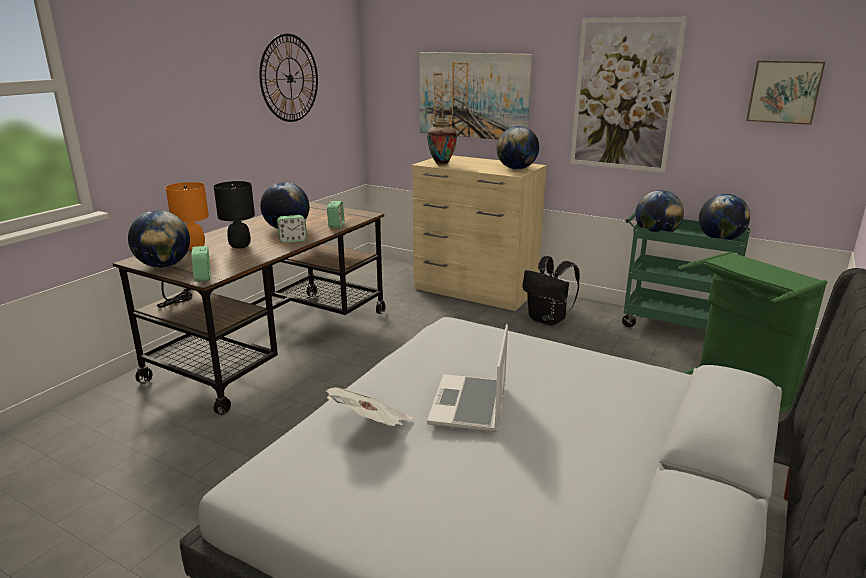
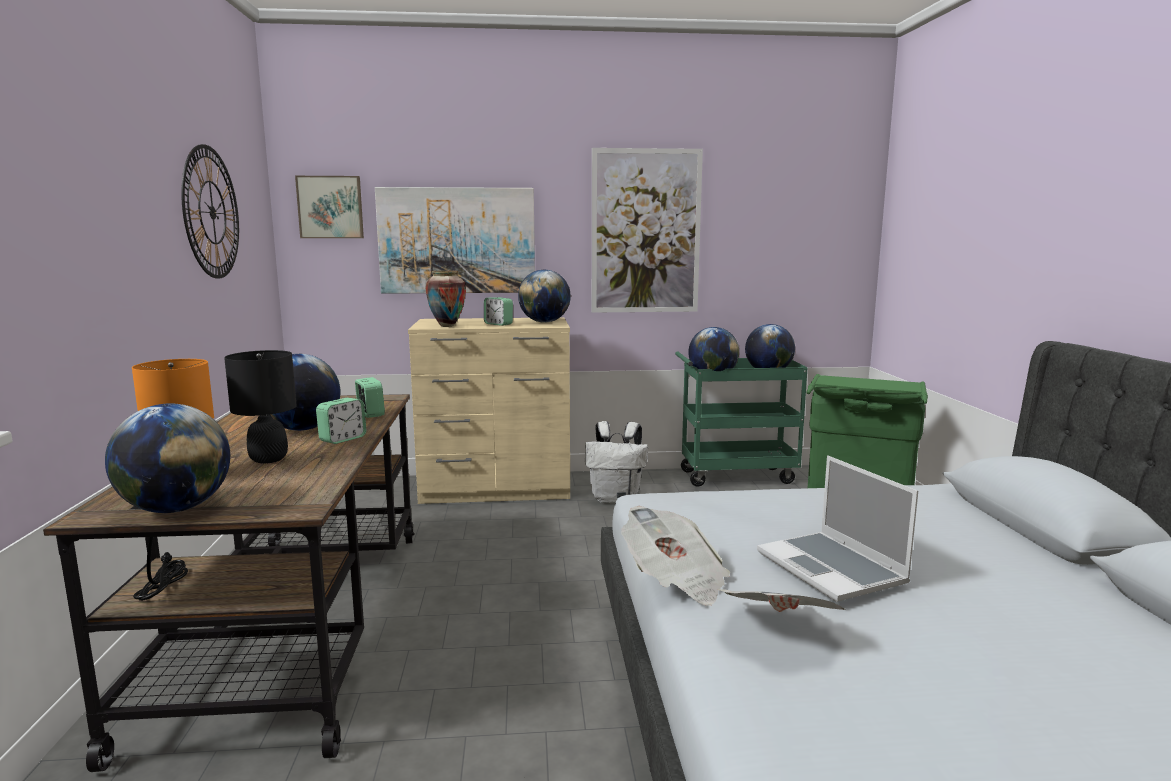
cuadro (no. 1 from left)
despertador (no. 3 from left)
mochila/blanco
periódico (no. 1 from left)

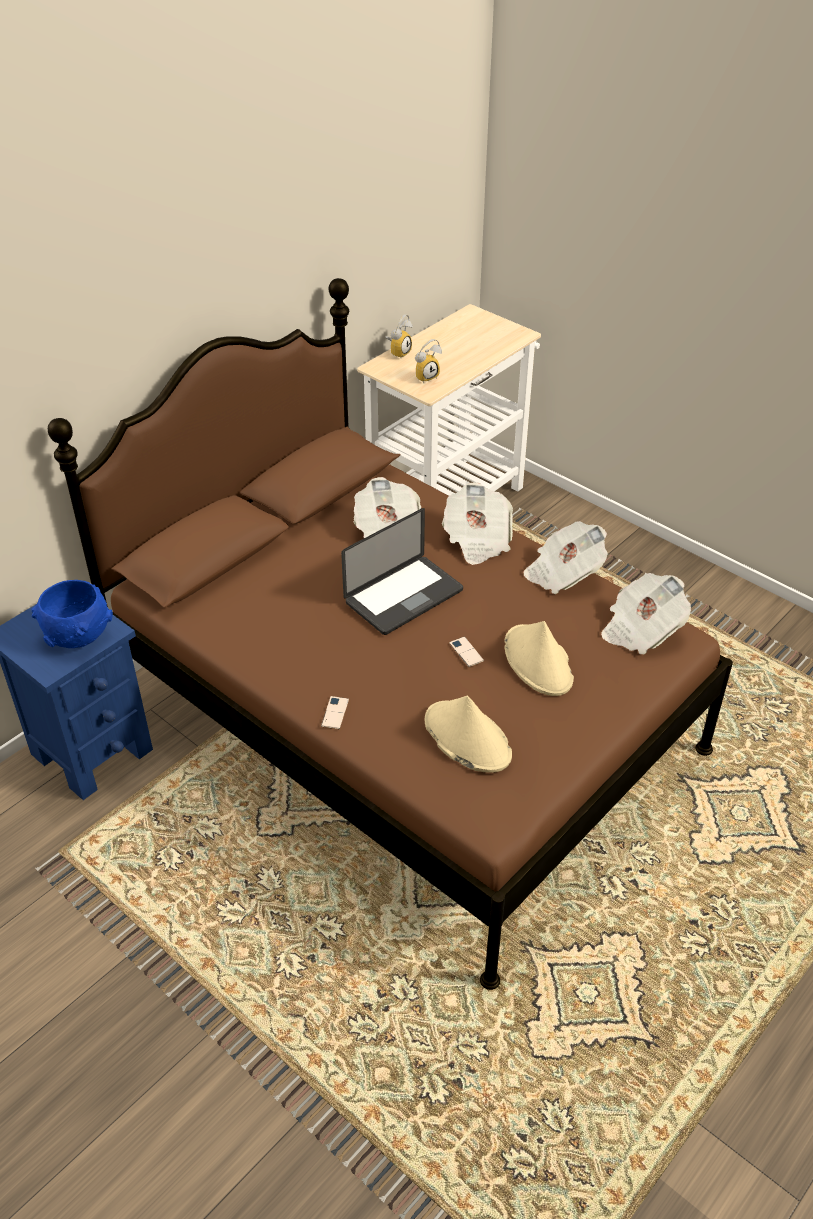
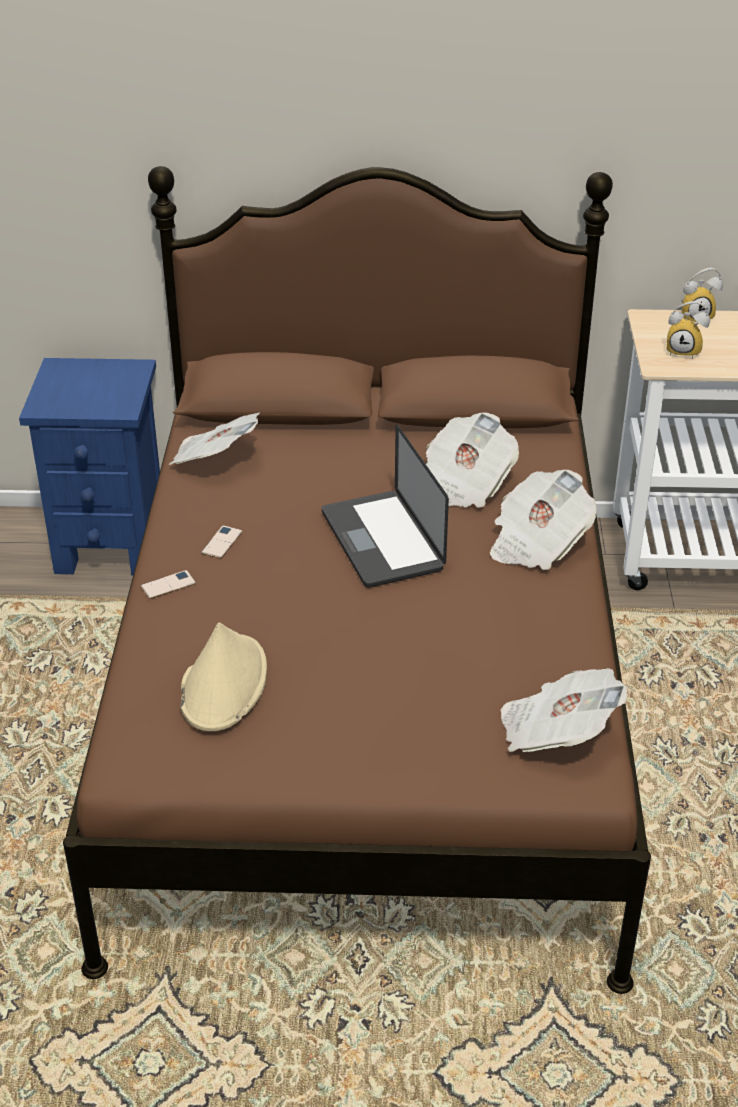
portátil
periódico (no. 1 from left)
cuenco/azul
sombrero/beis (no. 2 from left in the first image)
móvil (no. 2 from left)

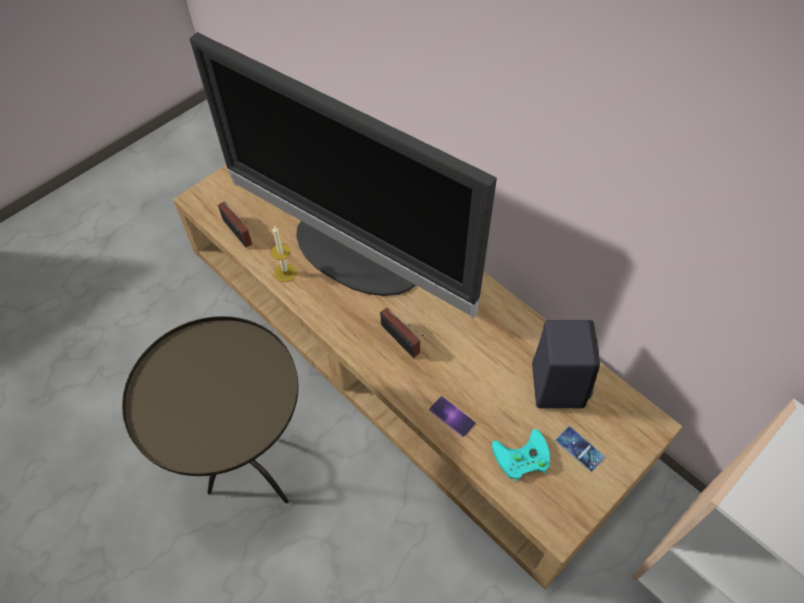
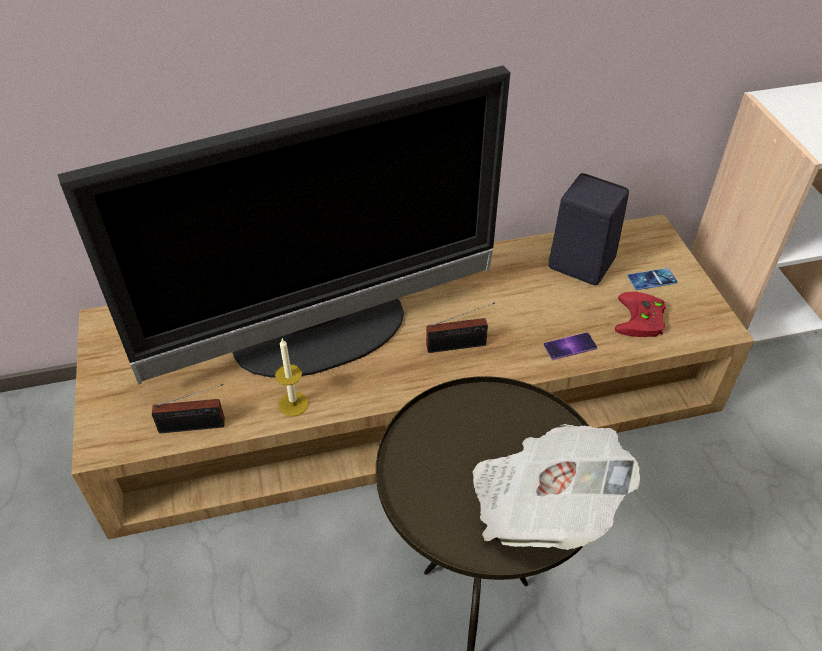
mando de consola/rojo
periódico

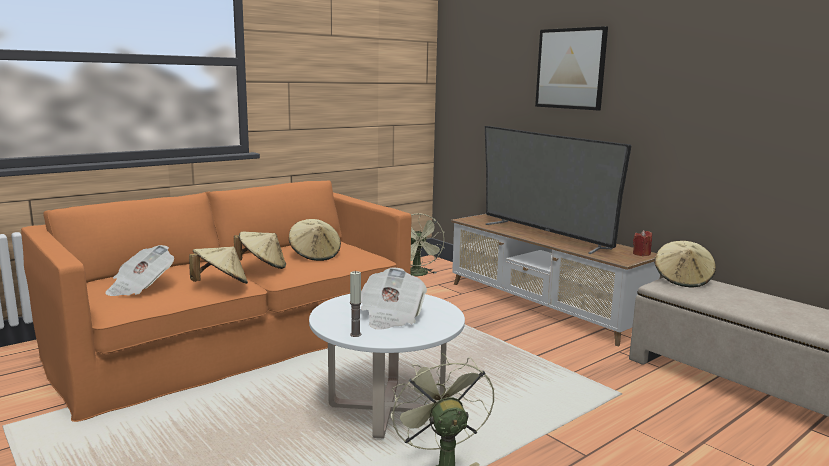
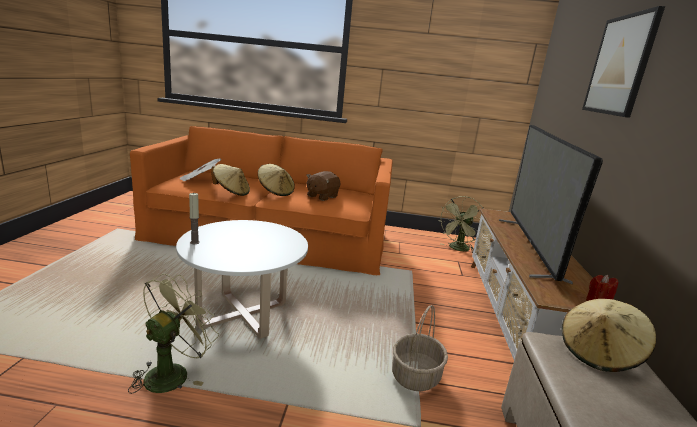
peluche/marrón
periódico (no. 2 from left in the first image)
cesta

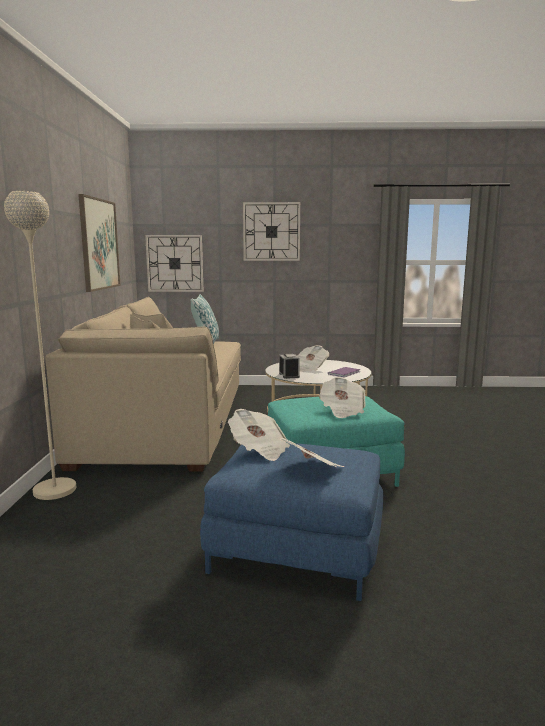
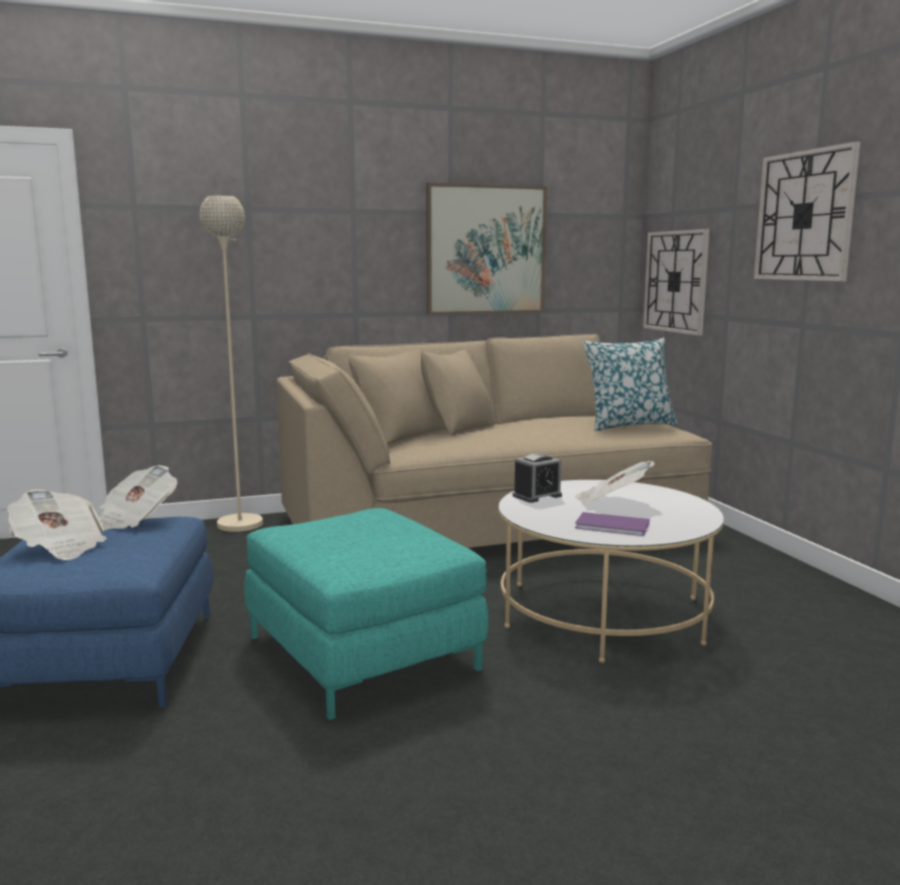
periódico (no. 4 from left in the first image)

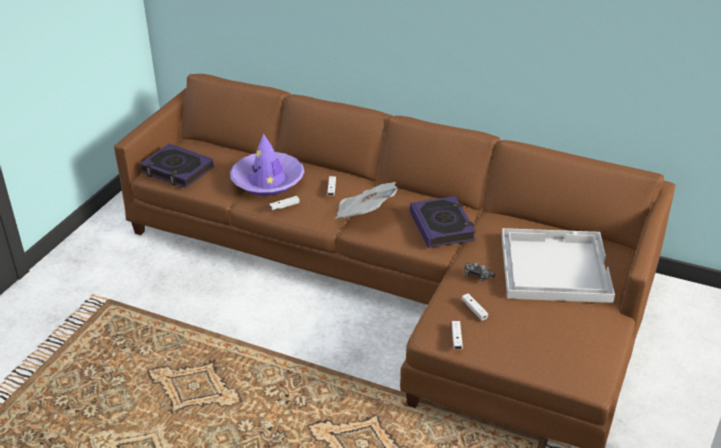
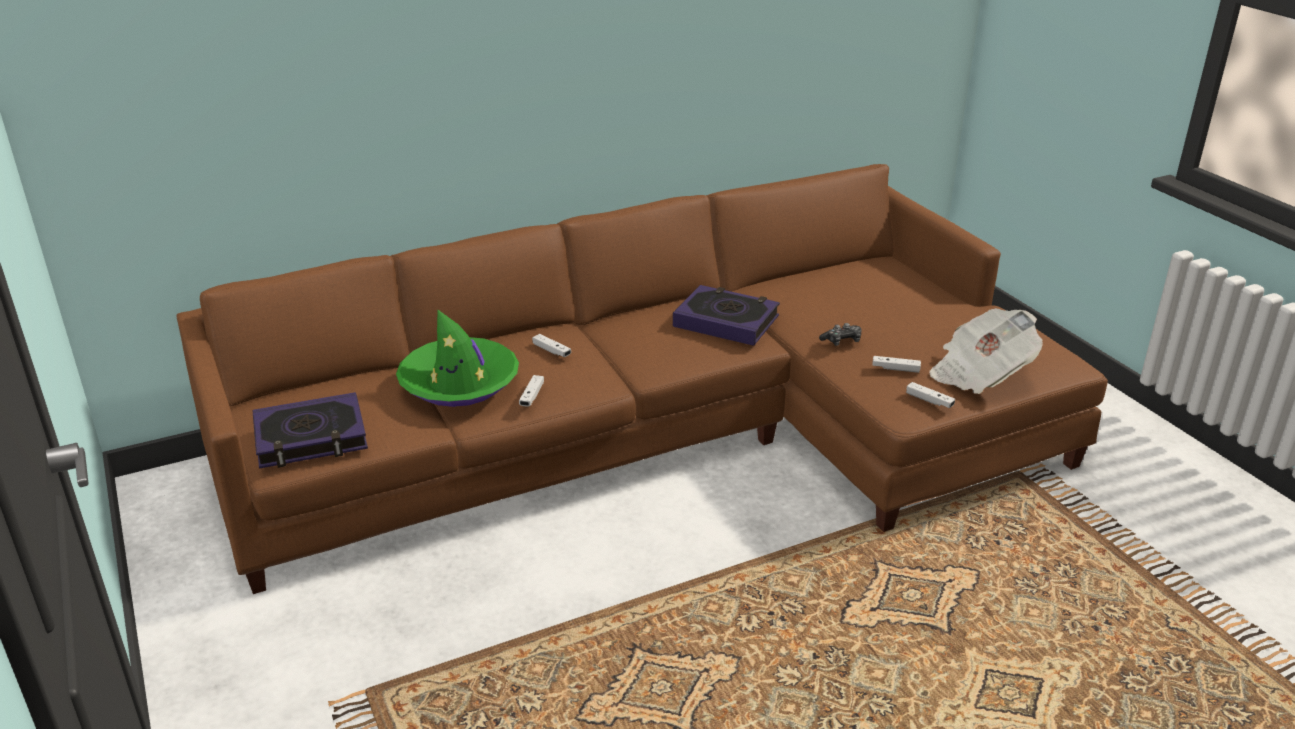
sombrero/verde
periódico
bandeja/blanco

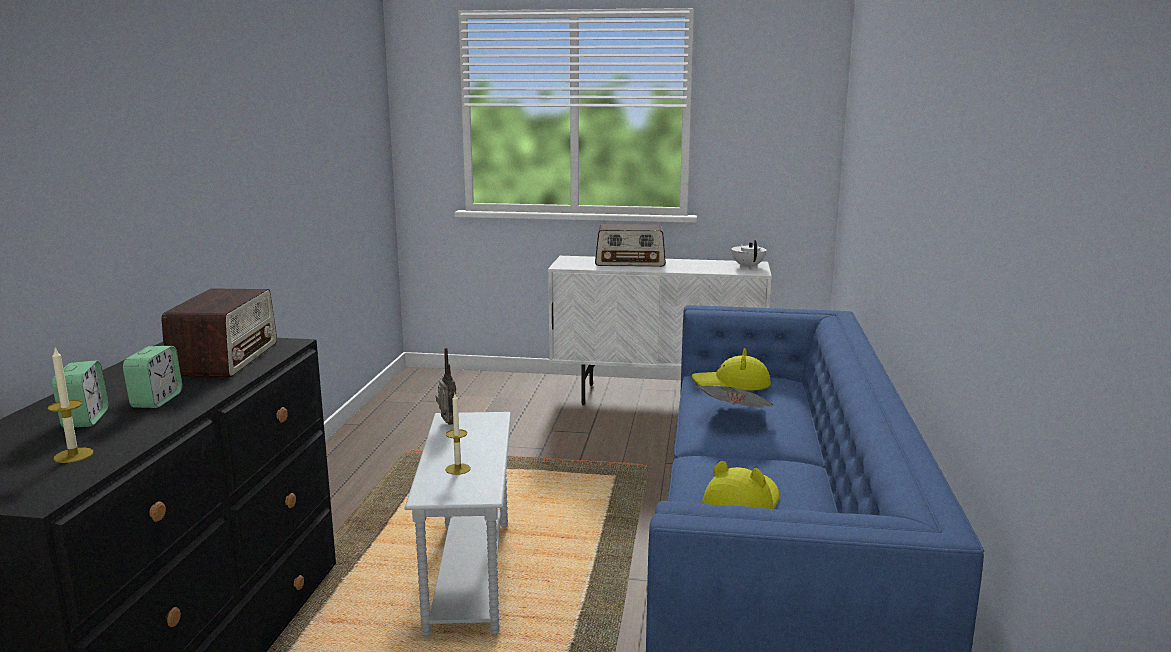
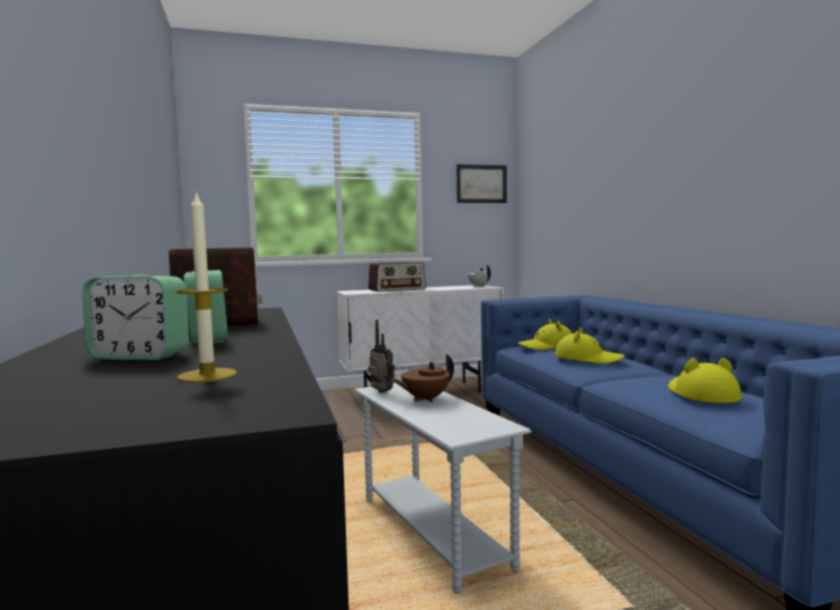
despertador (no. 1 from left)
sombrero/amarillo (no. 2 from left)
vela (no. 2 from left in the first image)
cuadro
tetera/marrón

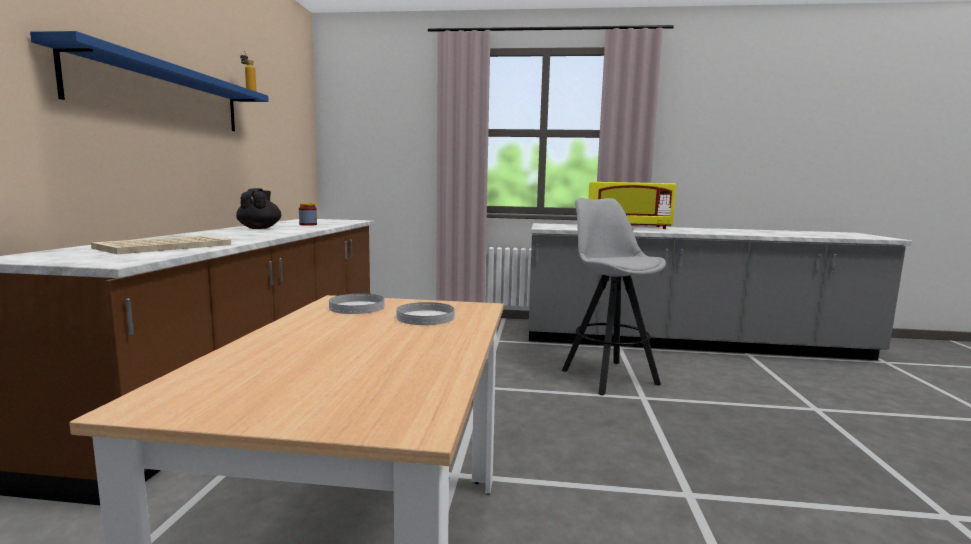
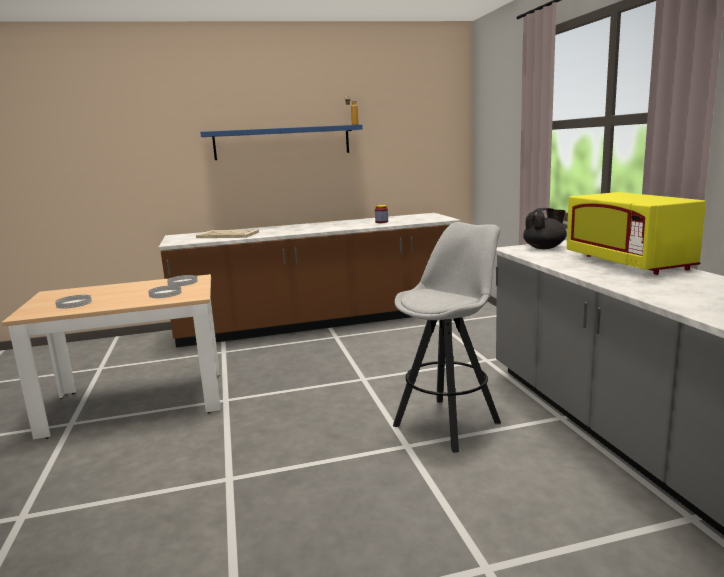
tetera/negro
plato/blanco (no. 1 from left)

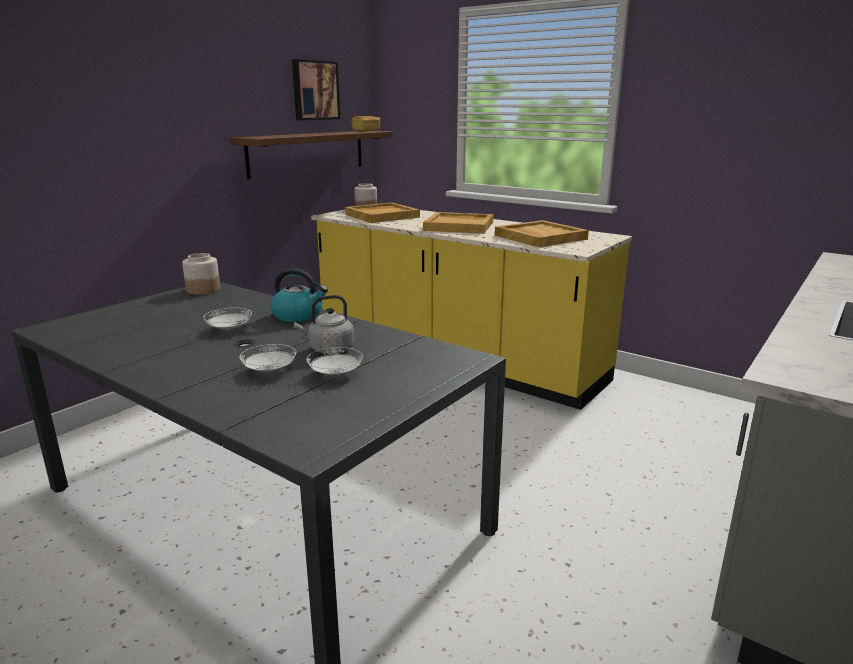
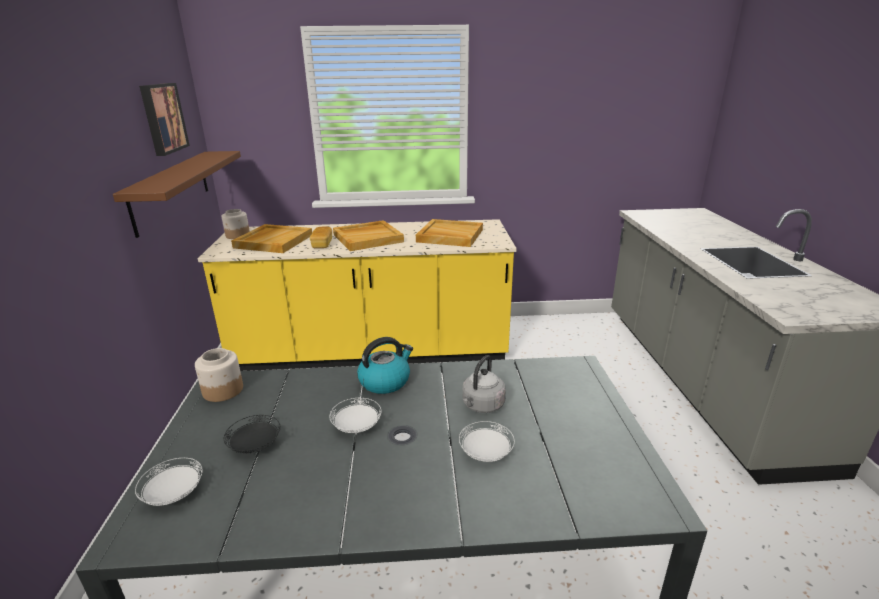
pan
plato/blanco (no. 1 from left)
plato/negro

